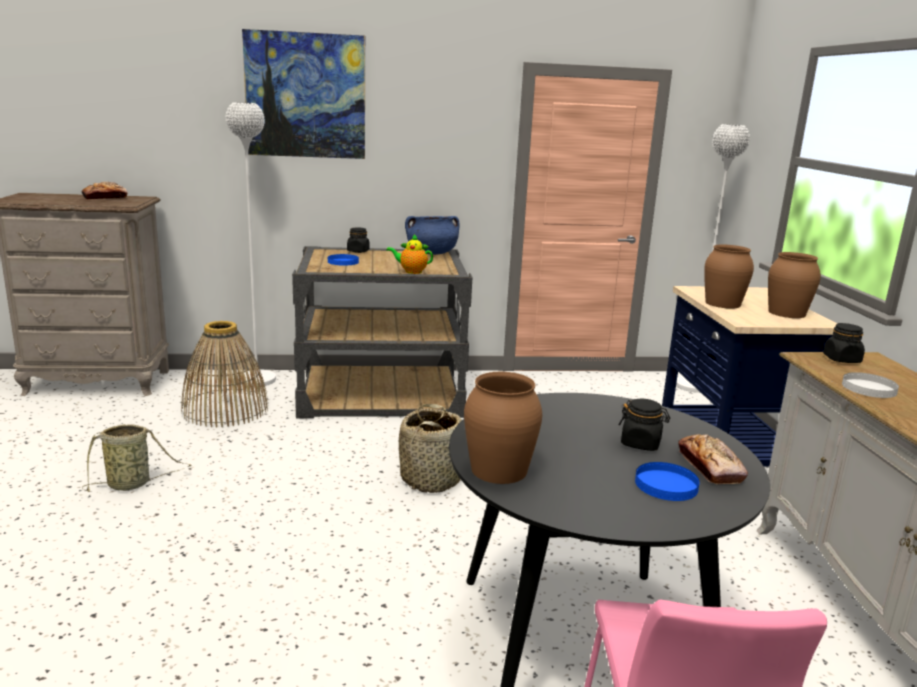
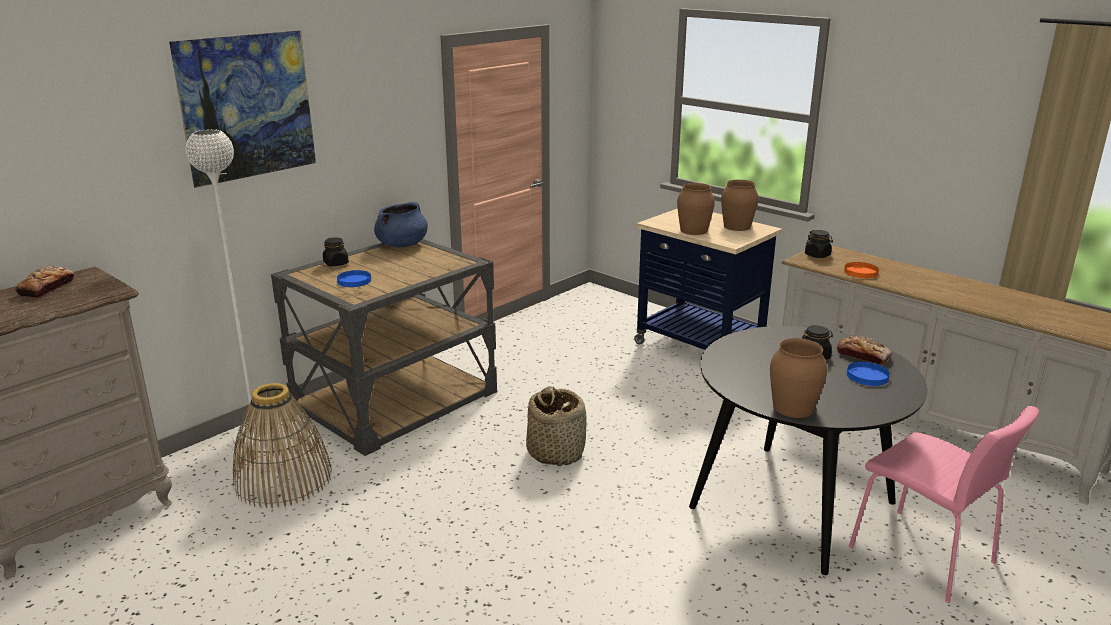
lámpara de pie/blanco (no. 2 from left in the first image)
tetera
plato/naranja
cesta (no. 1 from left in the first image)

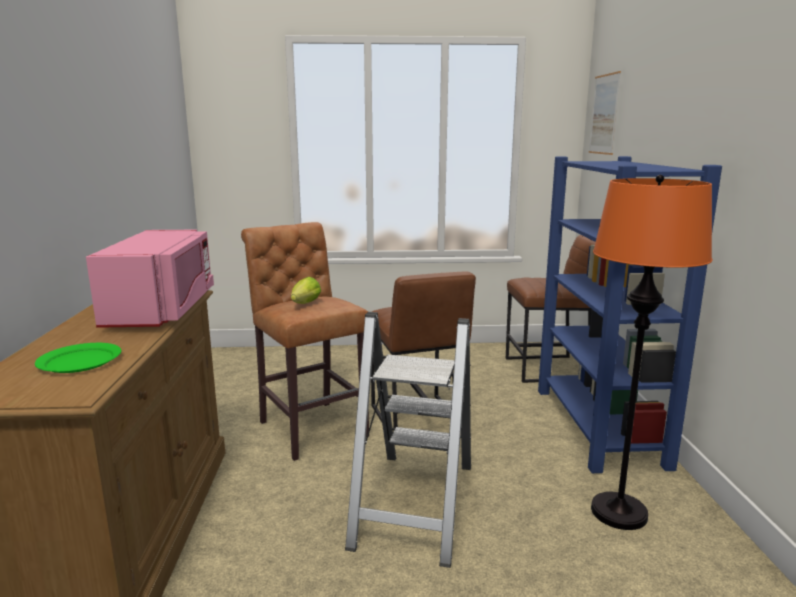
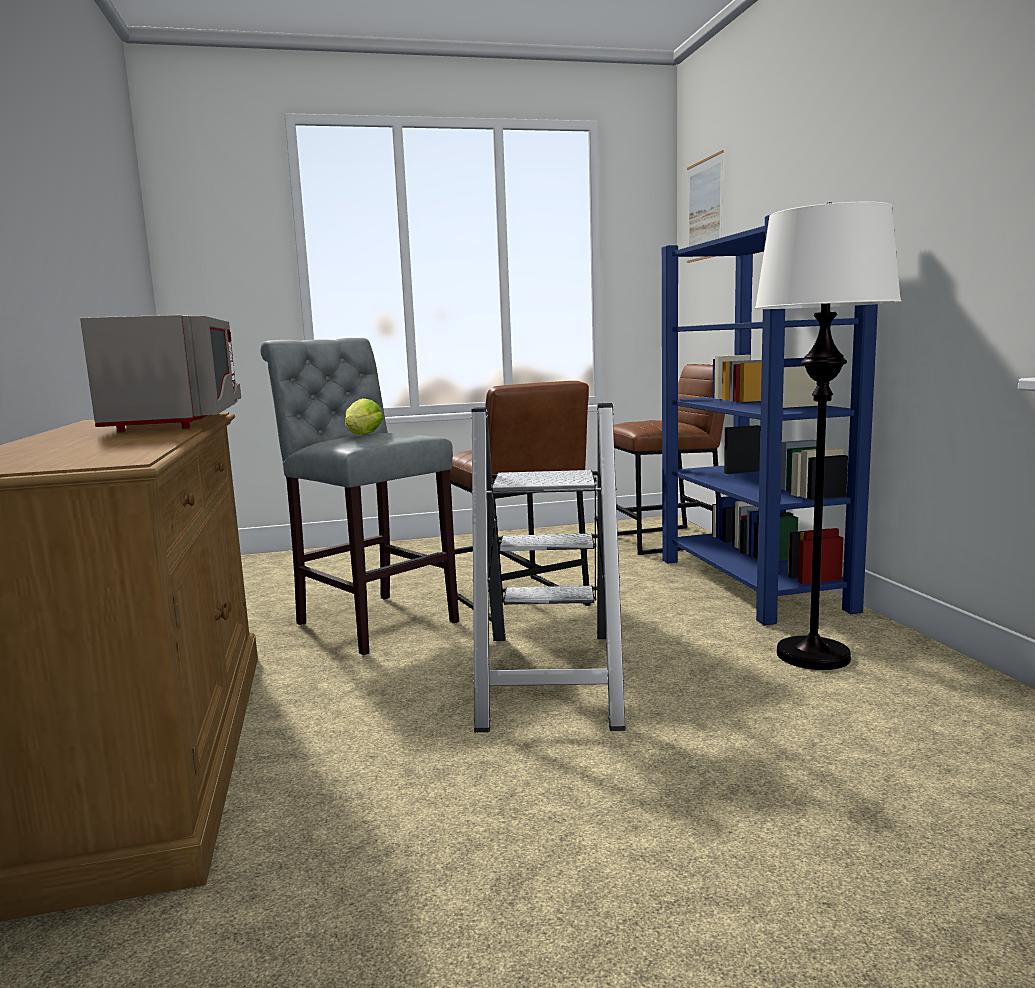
lámpara de pie/blanco
taburete/gris
microondas/gris
plato/verde

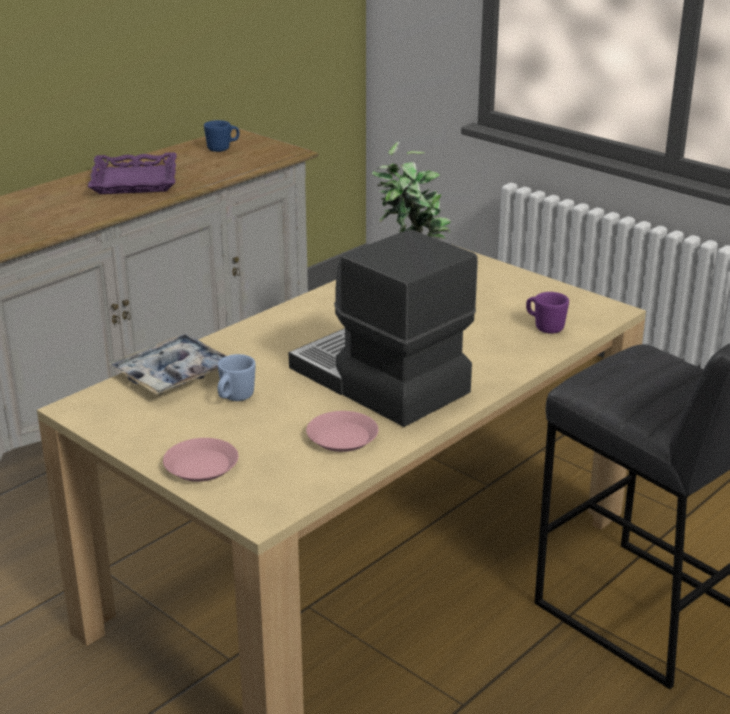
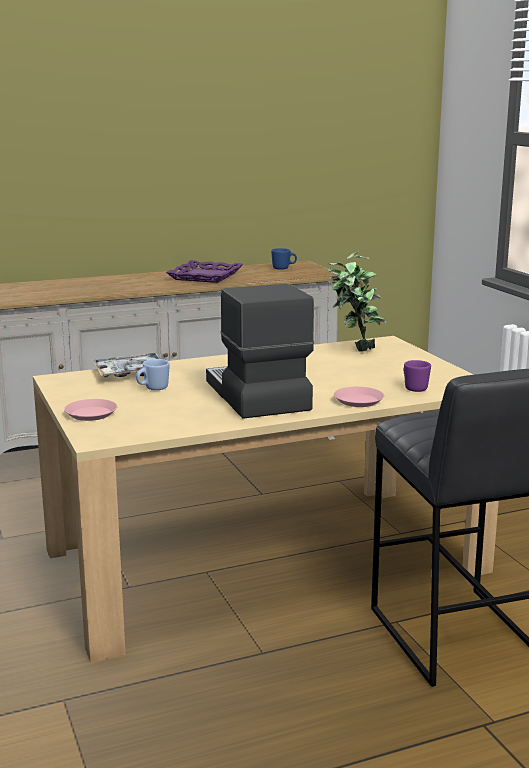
plato/rosa (no. 2 from left)

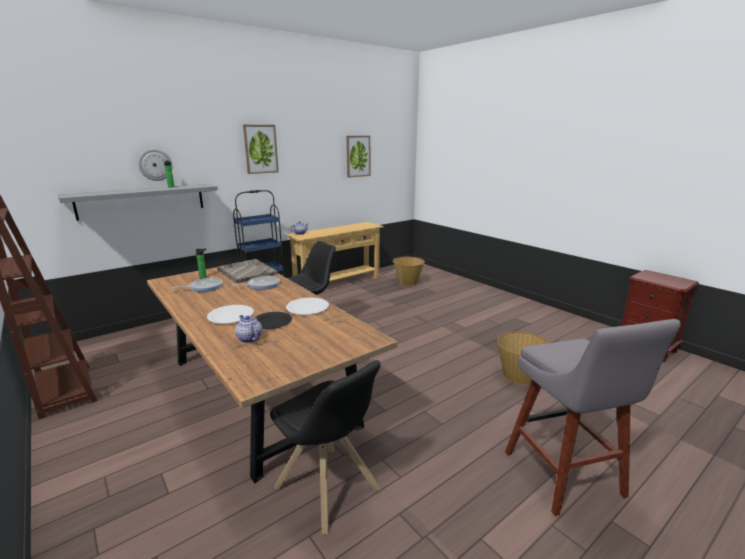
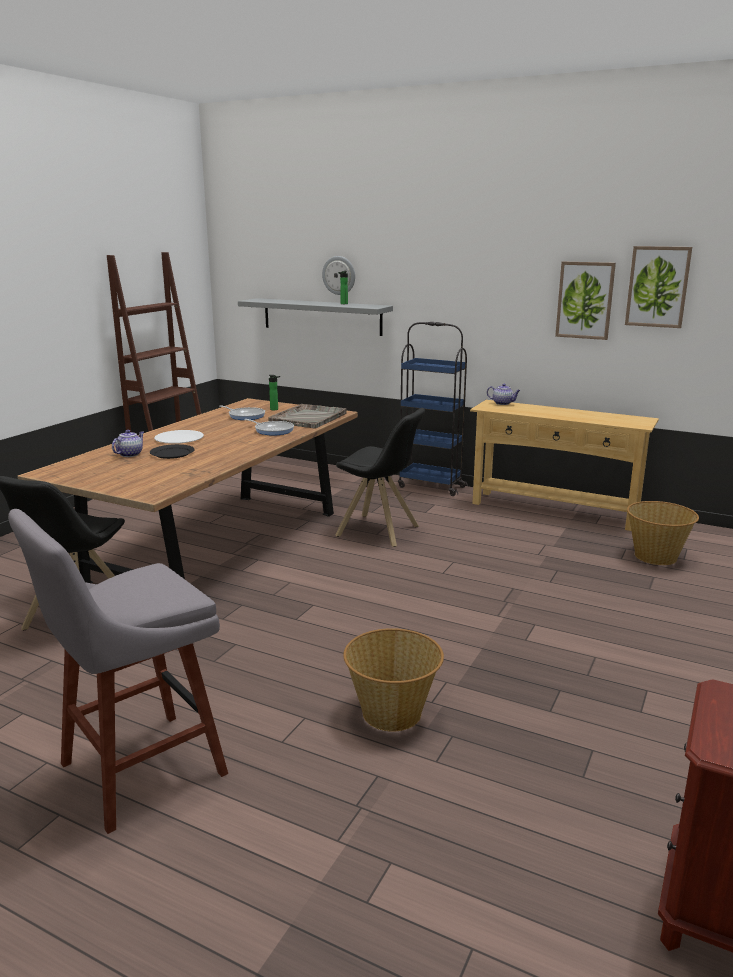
cuadro (no. 1 from left)
plato/blanco (no. 2 from left in the first image)

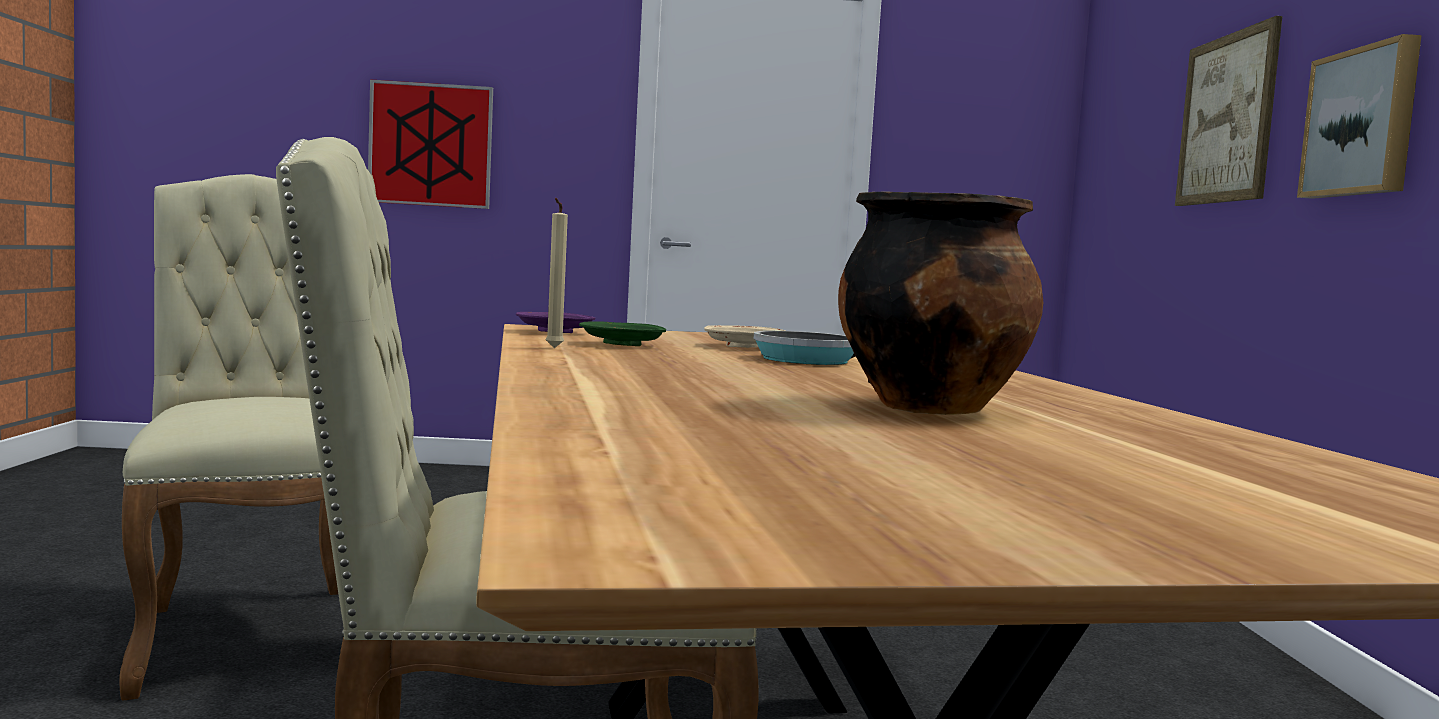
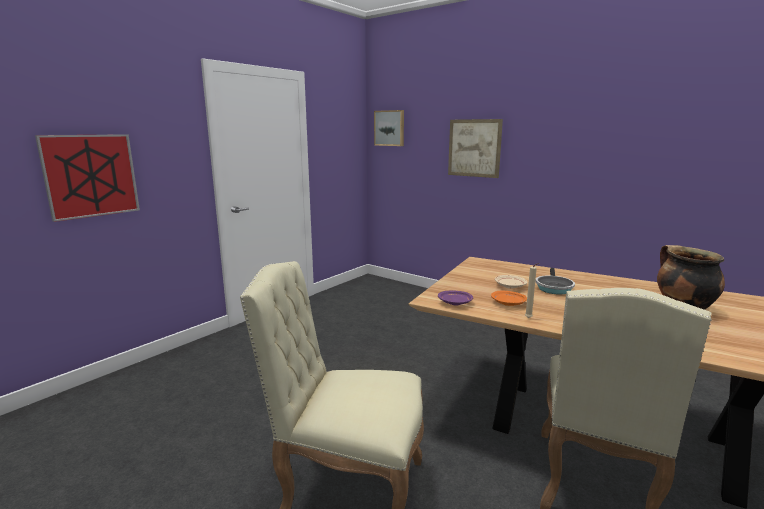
cuadro (no. 2 from left)
plato/naranja

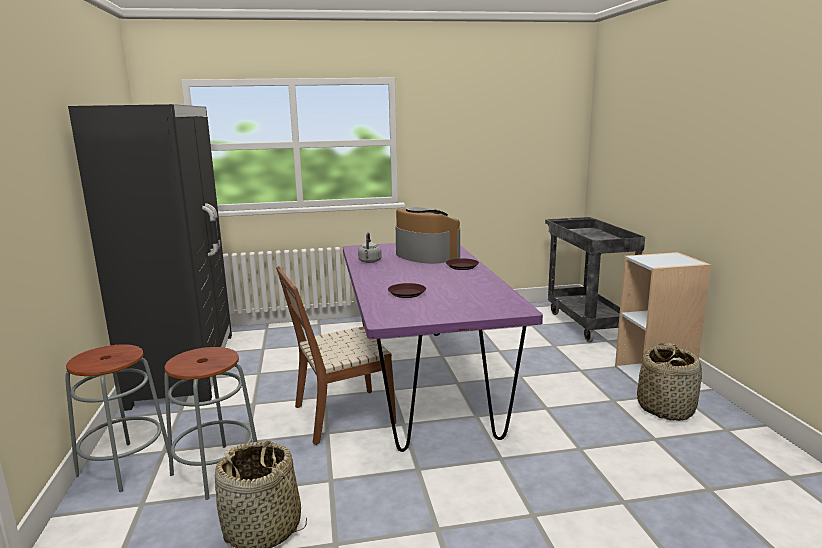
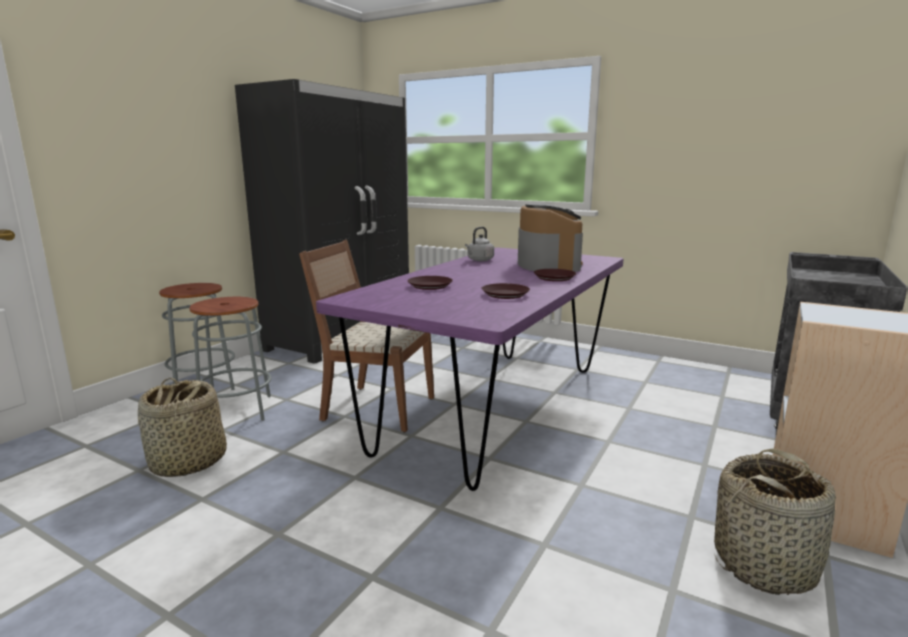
plato/marrón (no. 2 from left)

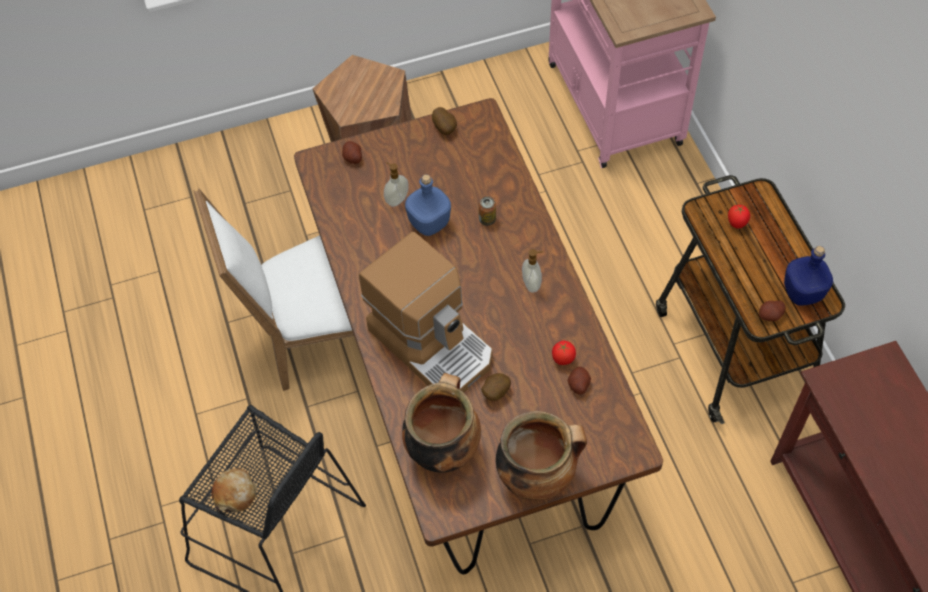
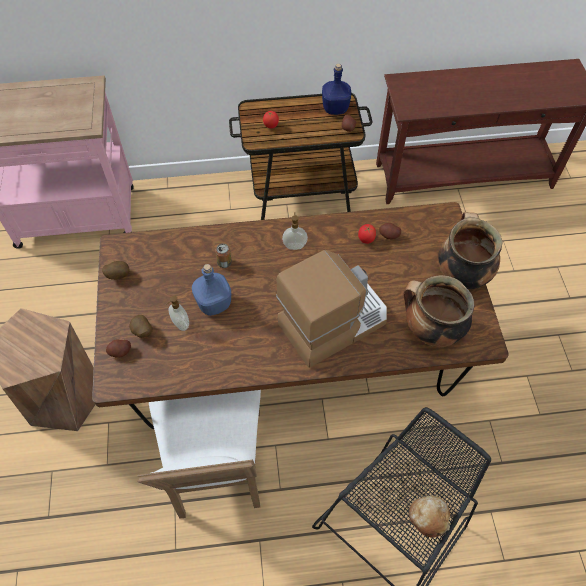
patata (no. 3 from left)

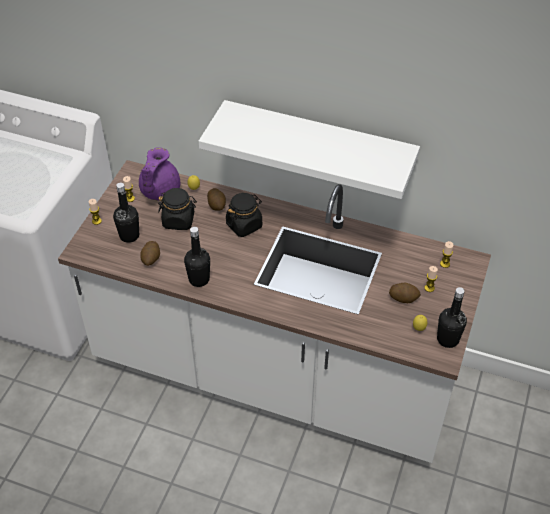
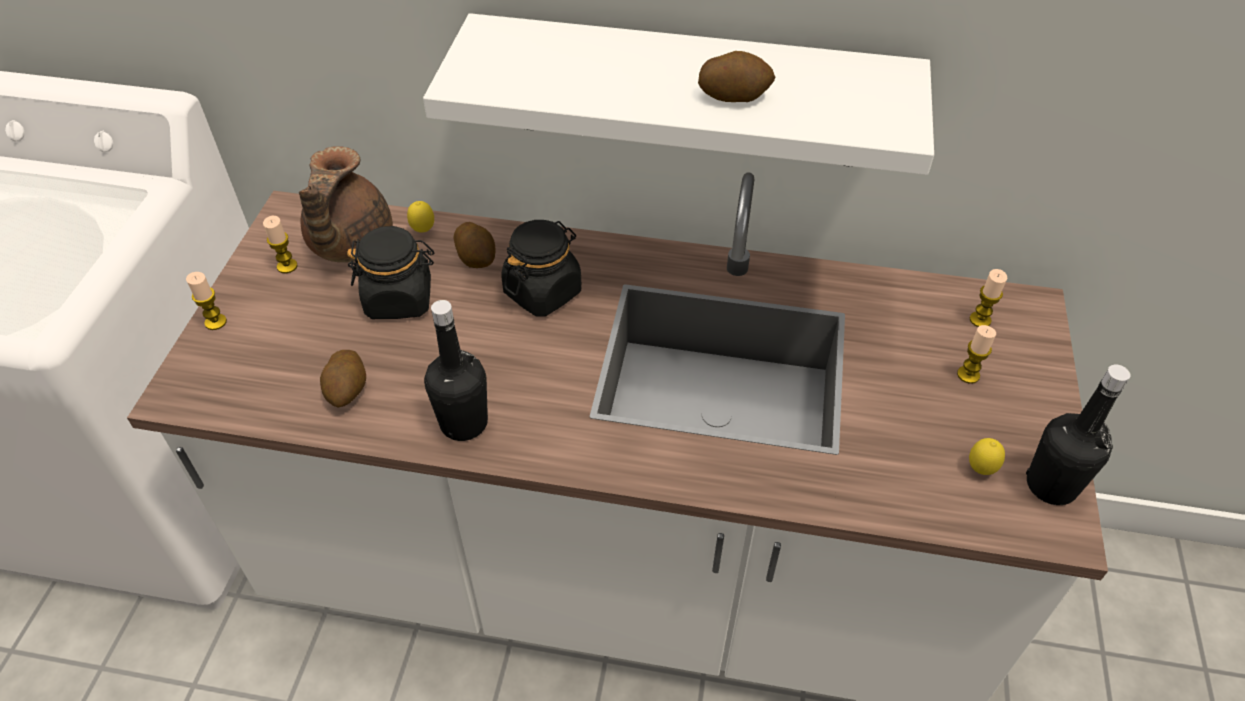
tetera/marrón
botella/negro (no. 1 from left in the first image)
patata (no. 3 from left)

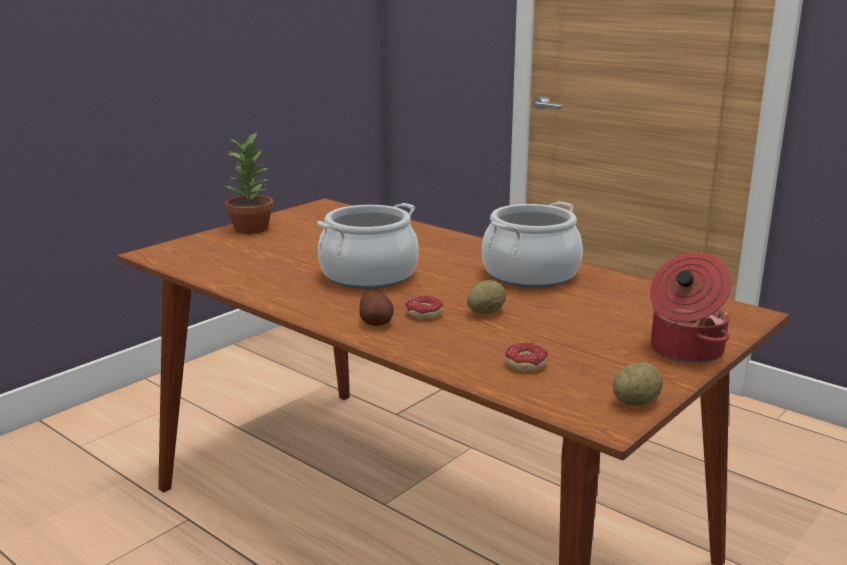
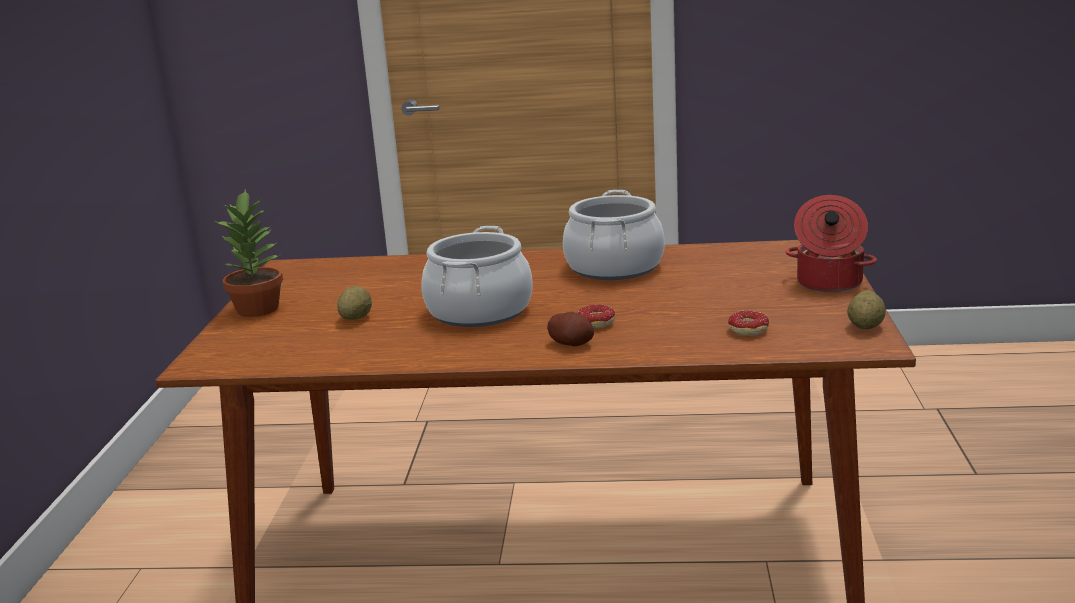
patata (no. 1 from left)

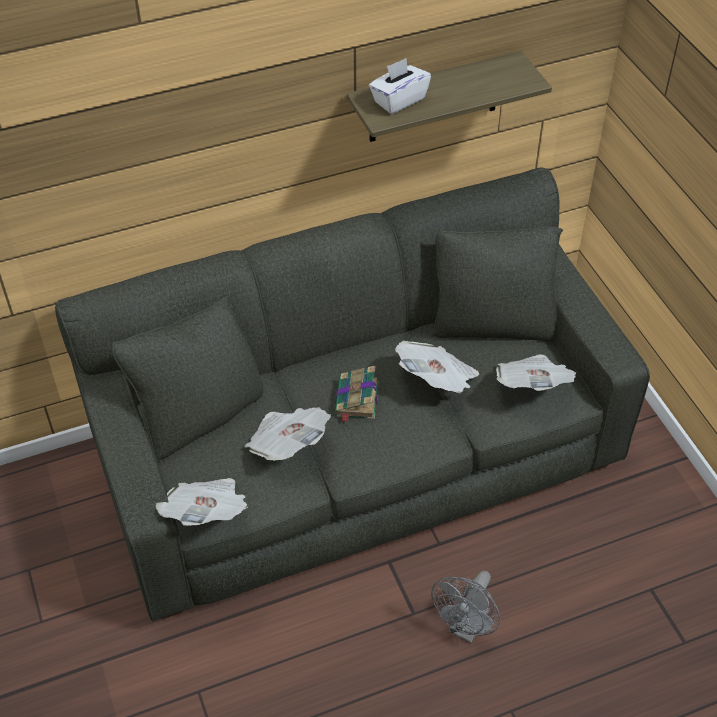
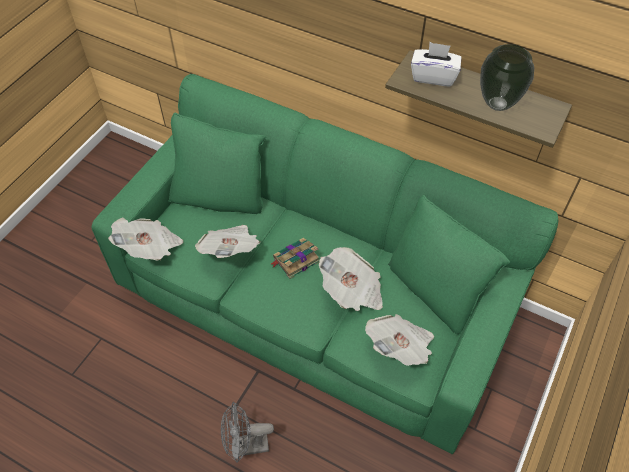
sofá/verde
florero

